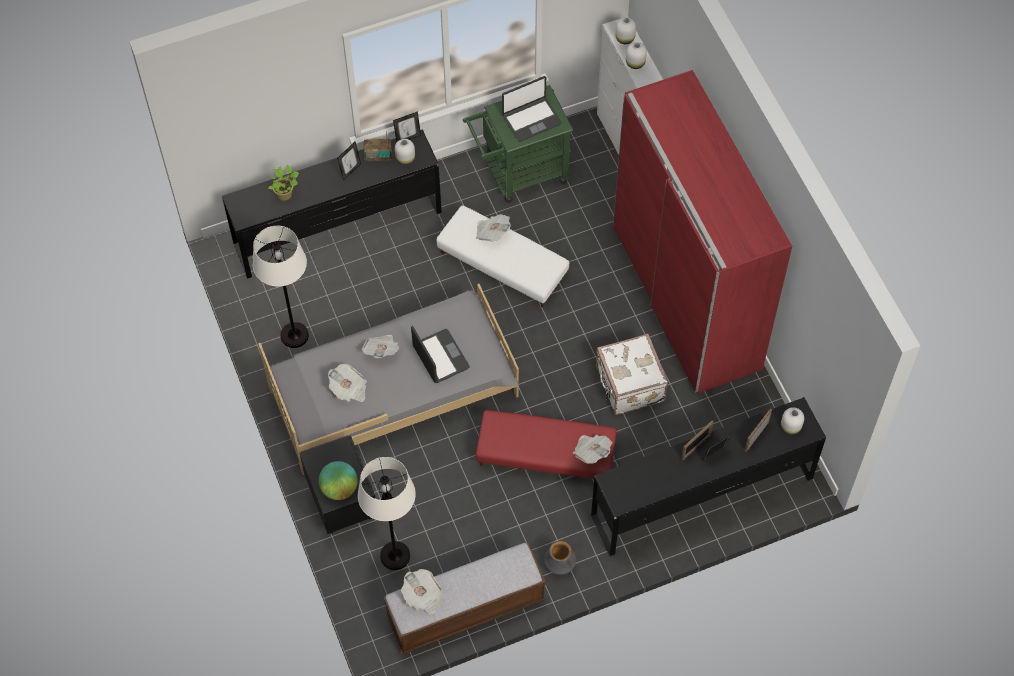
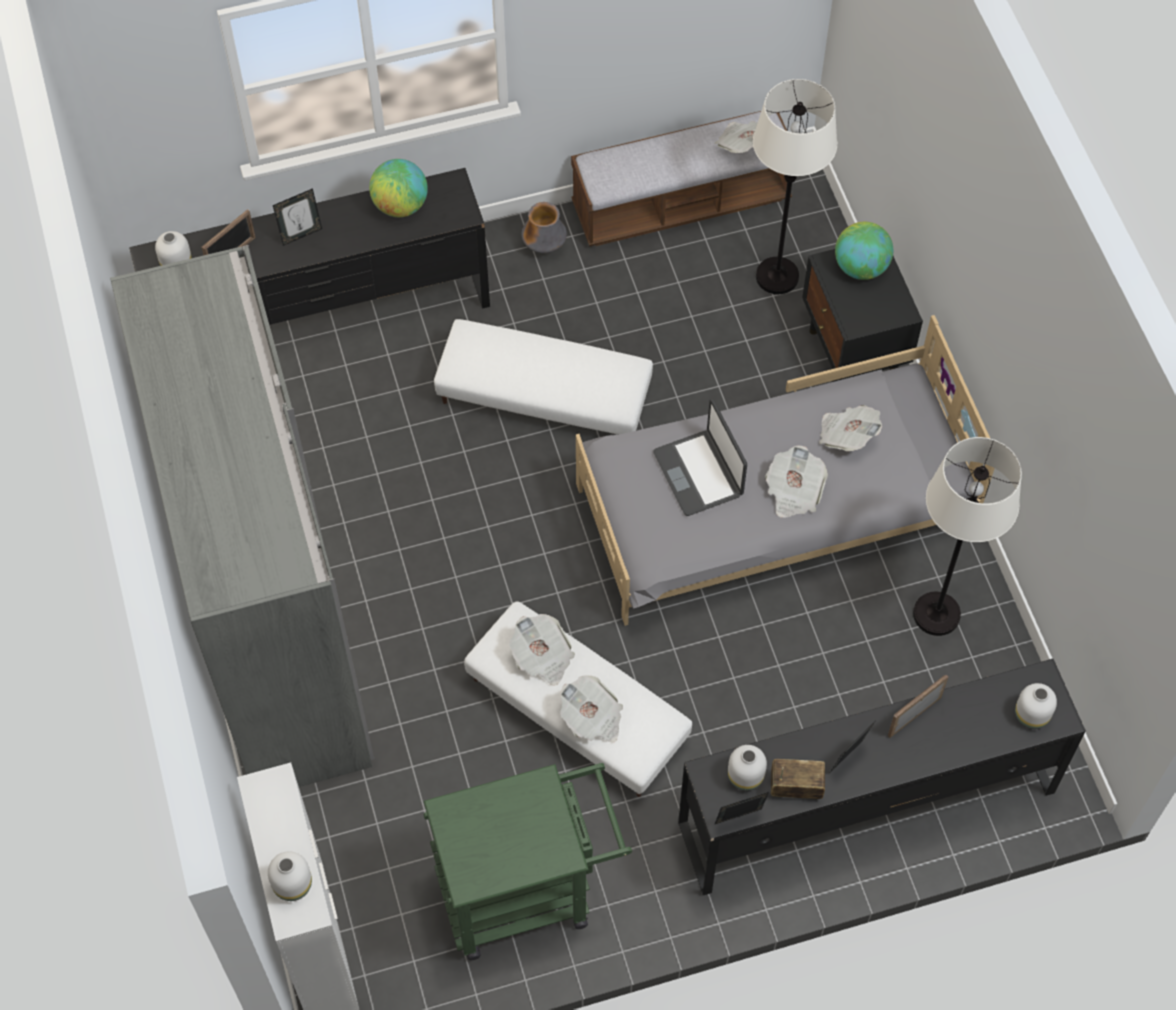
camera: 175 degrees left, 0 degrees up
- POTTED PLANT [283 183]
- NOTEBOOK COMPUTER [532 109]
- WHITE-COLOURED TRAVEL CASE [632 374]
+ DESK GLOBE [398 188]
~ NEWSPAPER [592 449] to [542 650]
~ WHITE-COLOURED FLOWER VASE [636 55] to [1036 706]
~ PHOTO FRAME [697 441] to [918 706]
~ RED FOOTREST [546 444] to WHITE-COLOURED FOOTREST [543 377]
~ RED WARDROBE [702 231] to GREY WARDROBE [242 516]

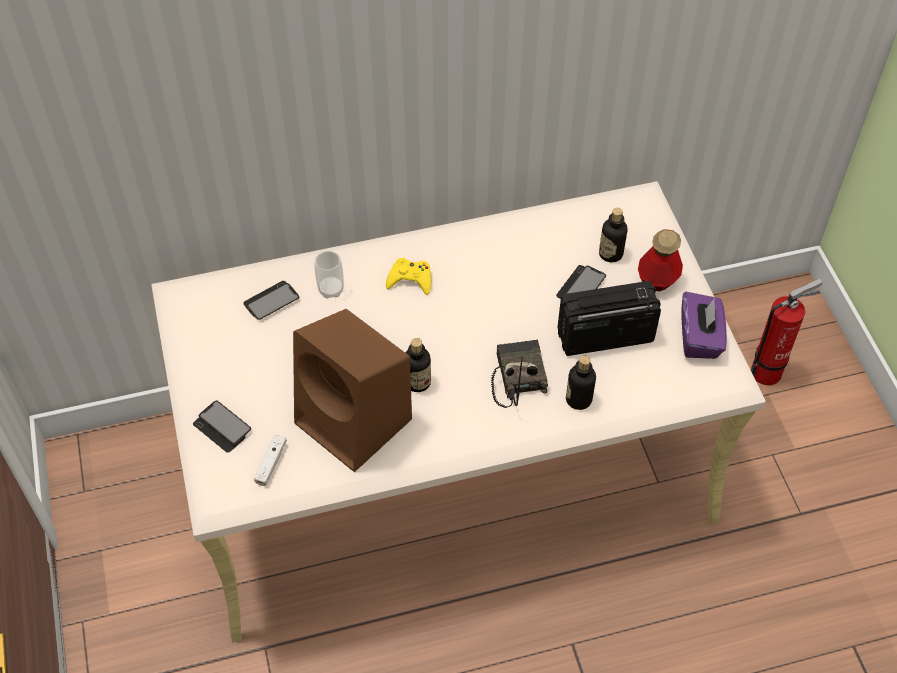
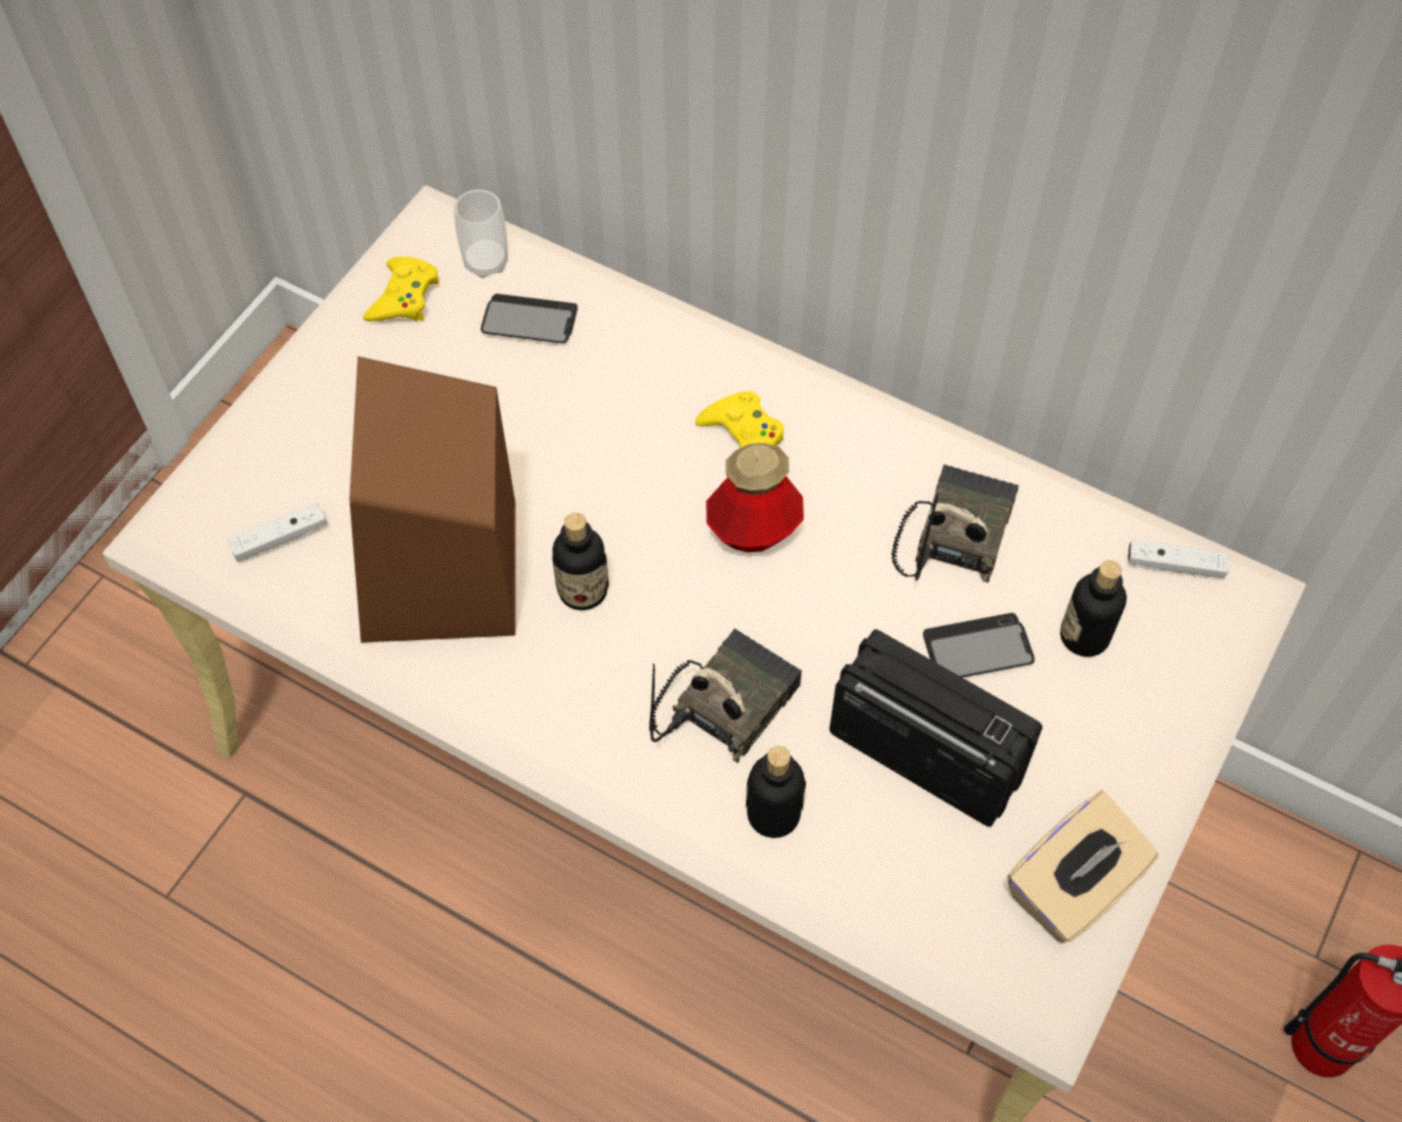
camera: 45 degrees right, 5 degrees up
- TELEPHONE [222 426]
+ YELLOW-COLOURED GAME CONTROLLER [401 289]
+ RADIO SET [955 524]
+ WHITE-COLOURED GAME CONTROLLER [1178 559]
~ CUP [329 274] to [481 234]
~ BEVERAGE BOTTLE [660 260] to [755 497]
~ PURPLE-COLOURED TISSUE BOX [704 325] to BEIGE-COLOURED TISSUE BOX [1083 866]

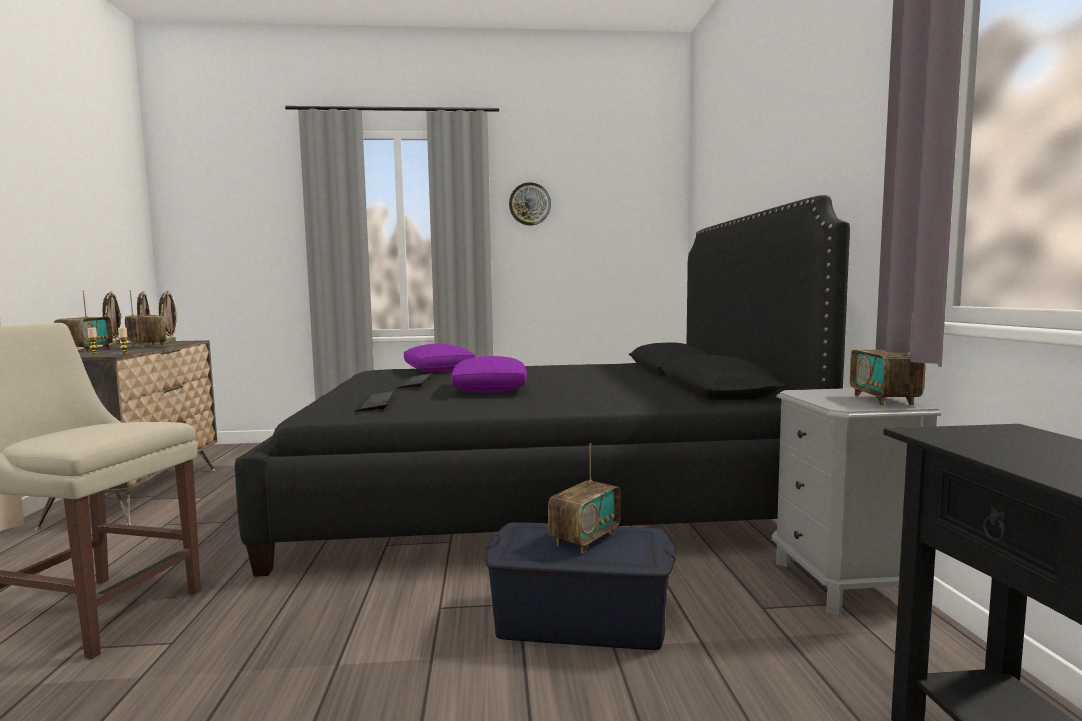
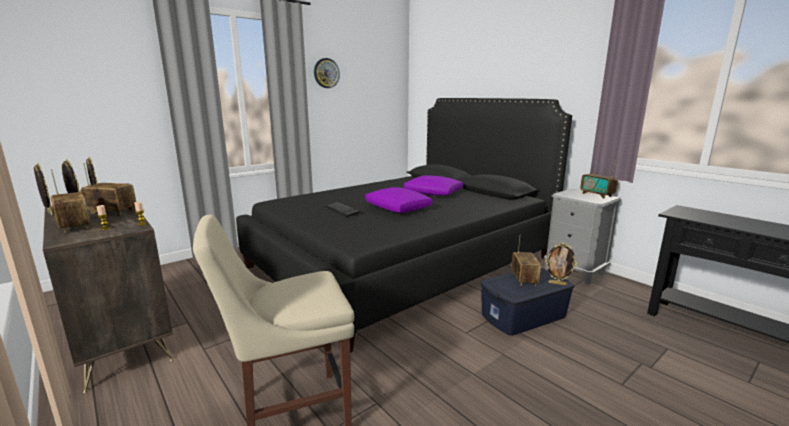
camera: 35 degrees left, 10 degrees up
- KEYBOARD [375 401]
+ PHOTO FRAME [561 264]
~ PURPLE-COLOURED PILLOW [439 358] to [433 185]

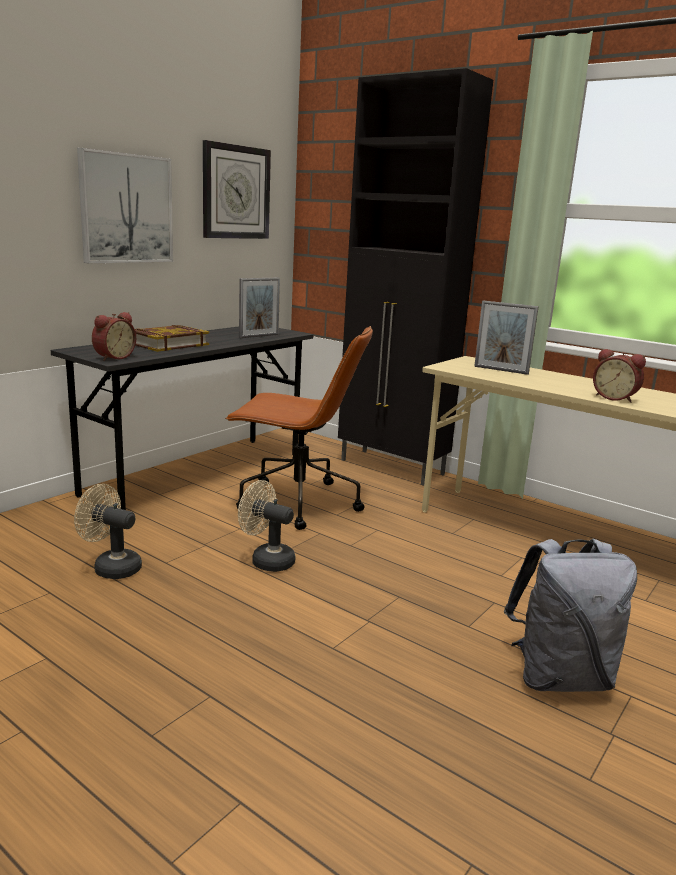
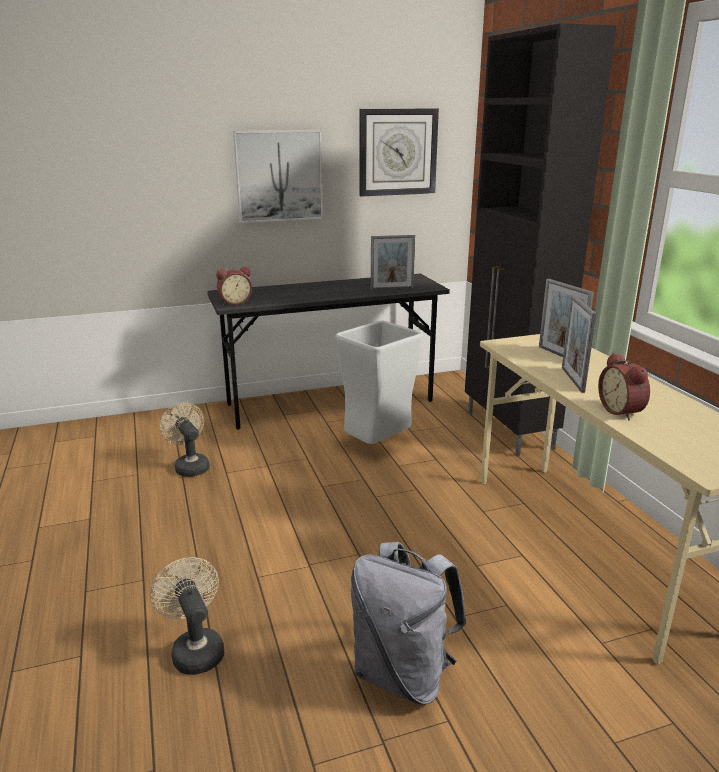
camera: 35 degrees right, 5 degrees up
- BOOK [172 338]
+ PHOTO FRAME [579 344]
~ BEIGE-COLOURED FAN [266 526] to [187 616]
~ BROWN-COLOURED OFFICE CHAIR [299 428] to GREY TRASH CAN [379 382]

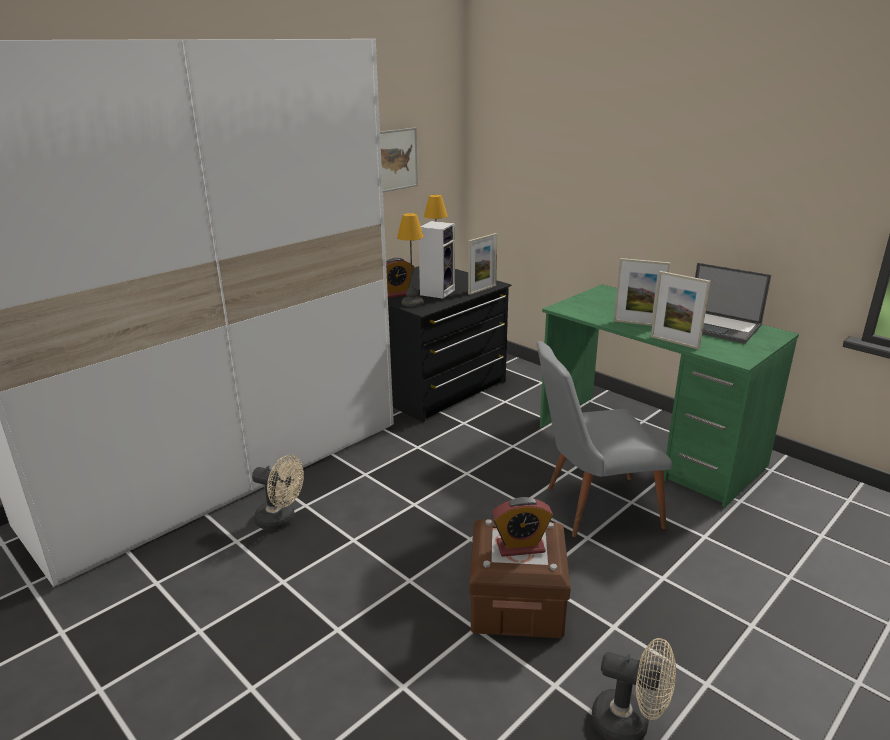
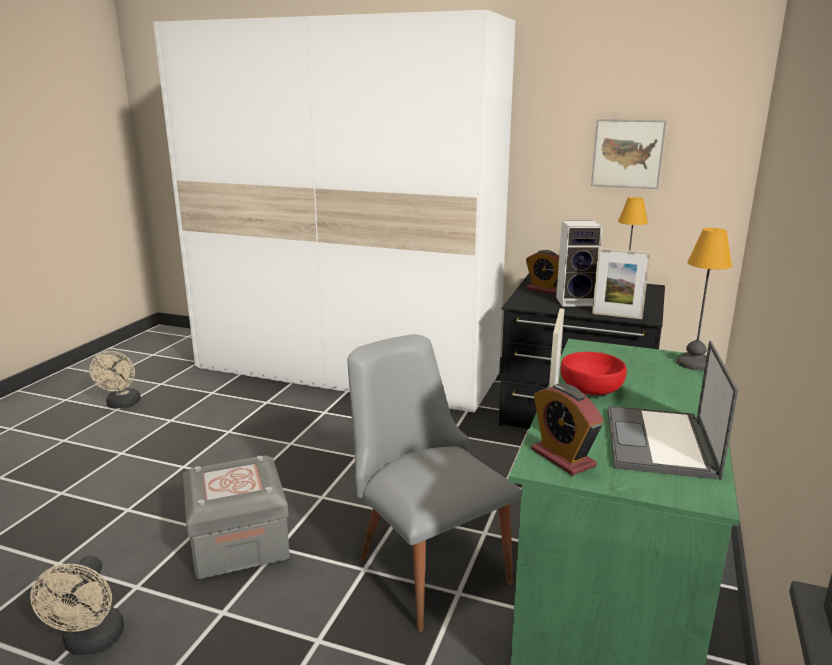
camera: 65 degrees right, 5 degrees down
~ BEIGE-COLOURED FAN [278 492] to [115 379]
~ LAMP FOR A TABLE [410 260] to [704 299]
~ BEDSIDE CLOCK [522 527] to [567 429]
~ PHOTO FRAME [642 292] to RED DEEP DISH [594 373]
~ BROWN-COLOURED STORAGE BOX [520 578] to GREY STORAGE BOX [236 517]

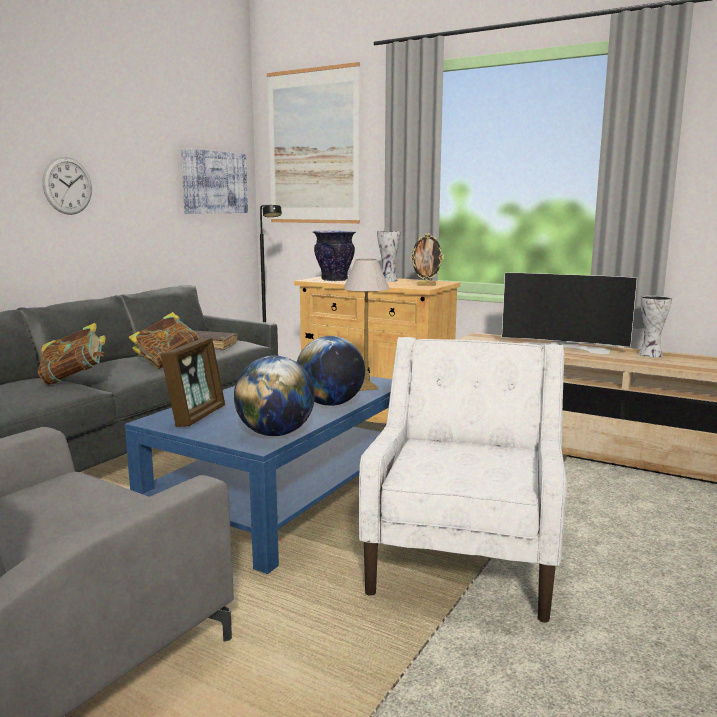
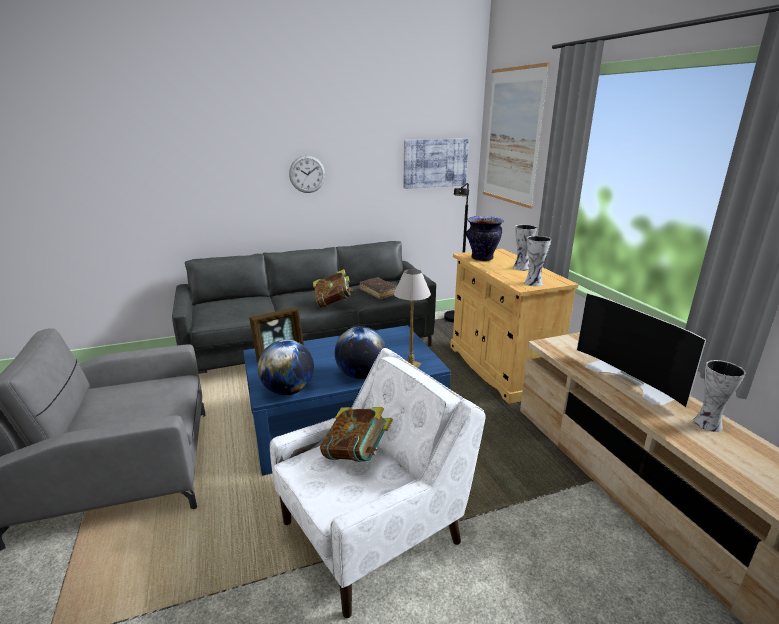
camera: 40 degrees right, 10 degrees up
~ BOOK [72 354] to [356 434]
~ PHOTO FRAME [427 259] to FLOWER VASE [537 261]

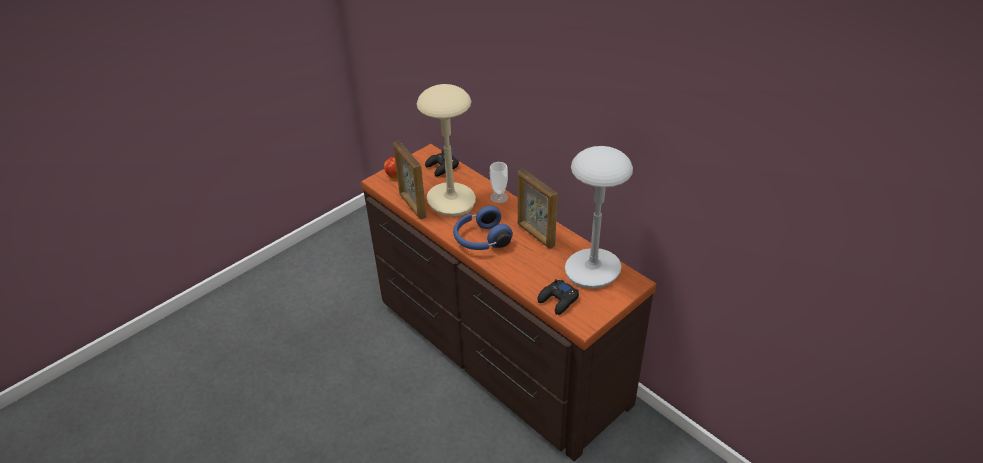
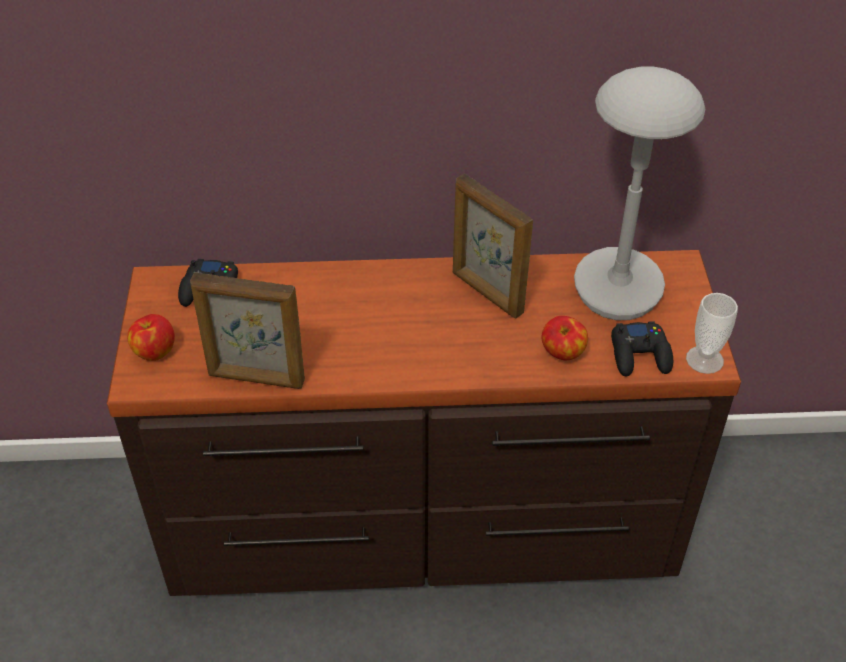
camera: 50 degrees left, 5 degrees up
- BEIGE-COLOURED LAMP FOR A TABLE [446 150]
- BLUE-COLOURED PAIR OF HEADPHONES [483 228]
+ APPLE [564 338]
~ CUP [499 182] to [712 333]
~ PHOTO FRAME [538 209] = [493 246] 45 degrees clockwise

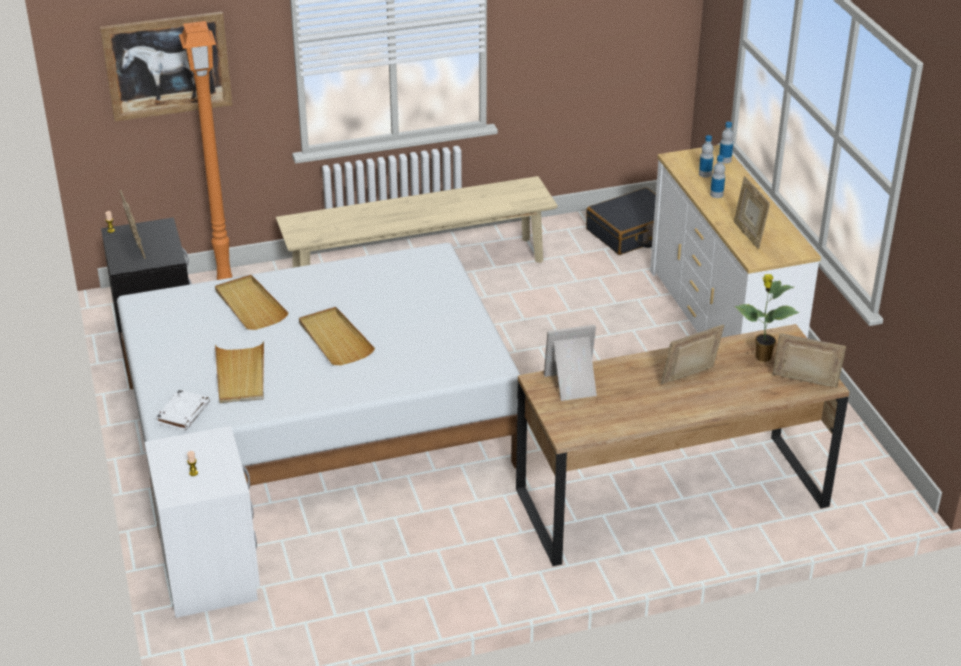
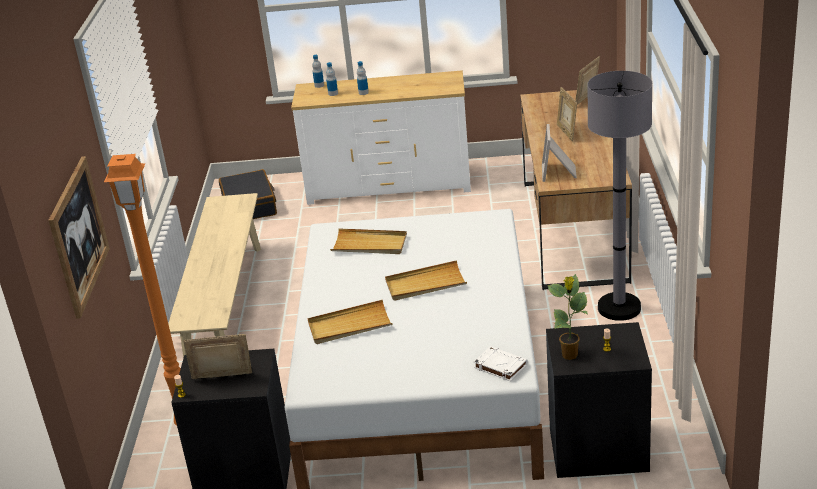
camera: 70 degrees left, 5 degrees down
- PHOTO FRAME [752 213]
+ GREY FLOOR LAMP [619 196]
~ BEIGE-COLOURED TRAY [239 372] to [368 241]
~ POTTED PLANT [767 318] to [567 317]
~ WHITE-COLOURED NIGHT TABLE [202 522] to BLACKISH NIGHT TABLE [599 400]

